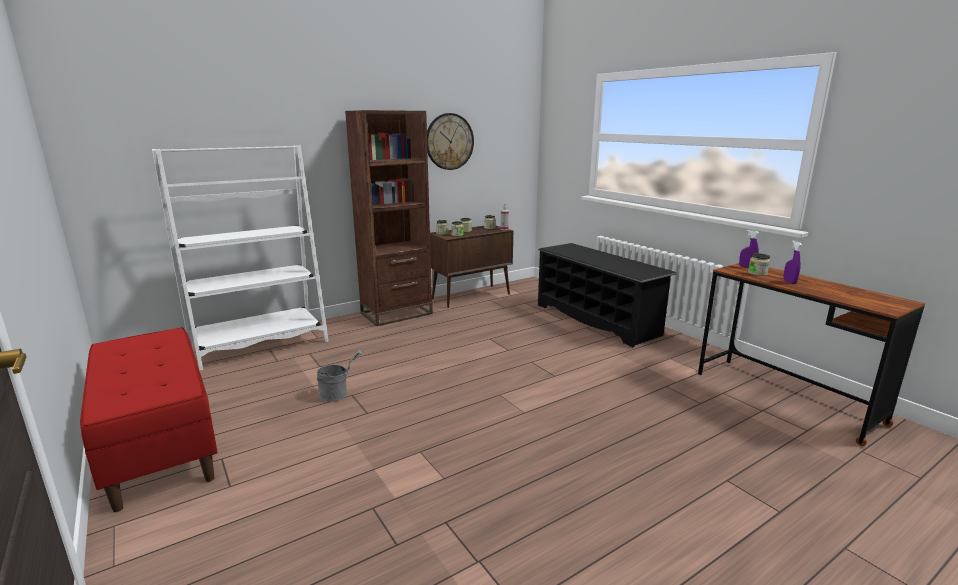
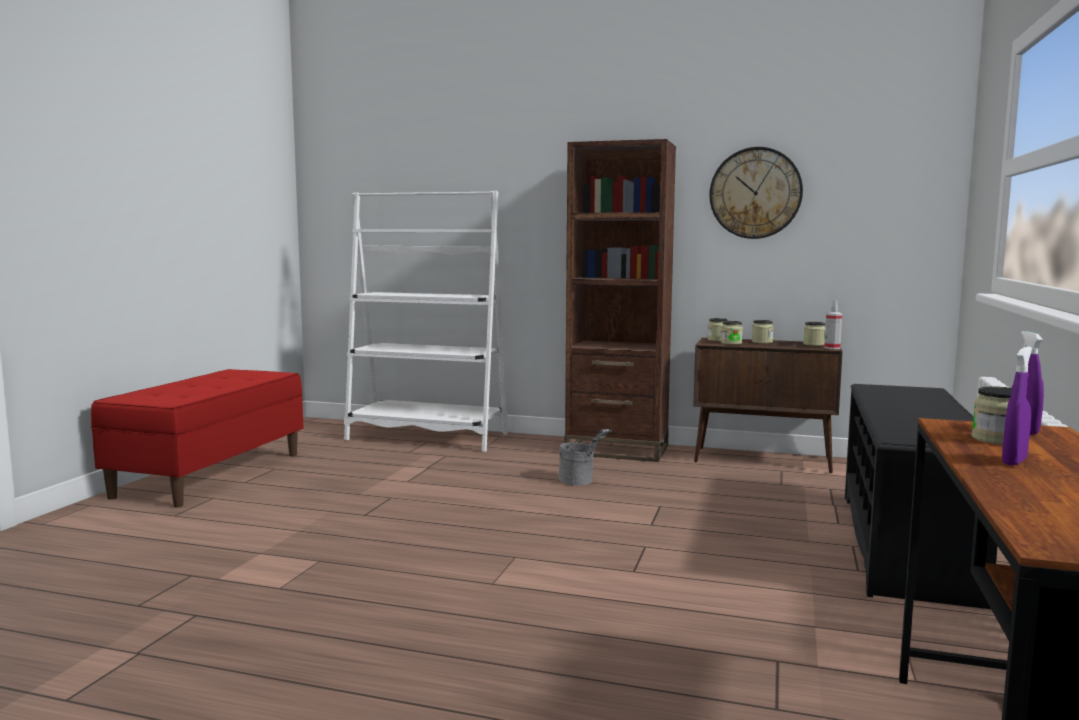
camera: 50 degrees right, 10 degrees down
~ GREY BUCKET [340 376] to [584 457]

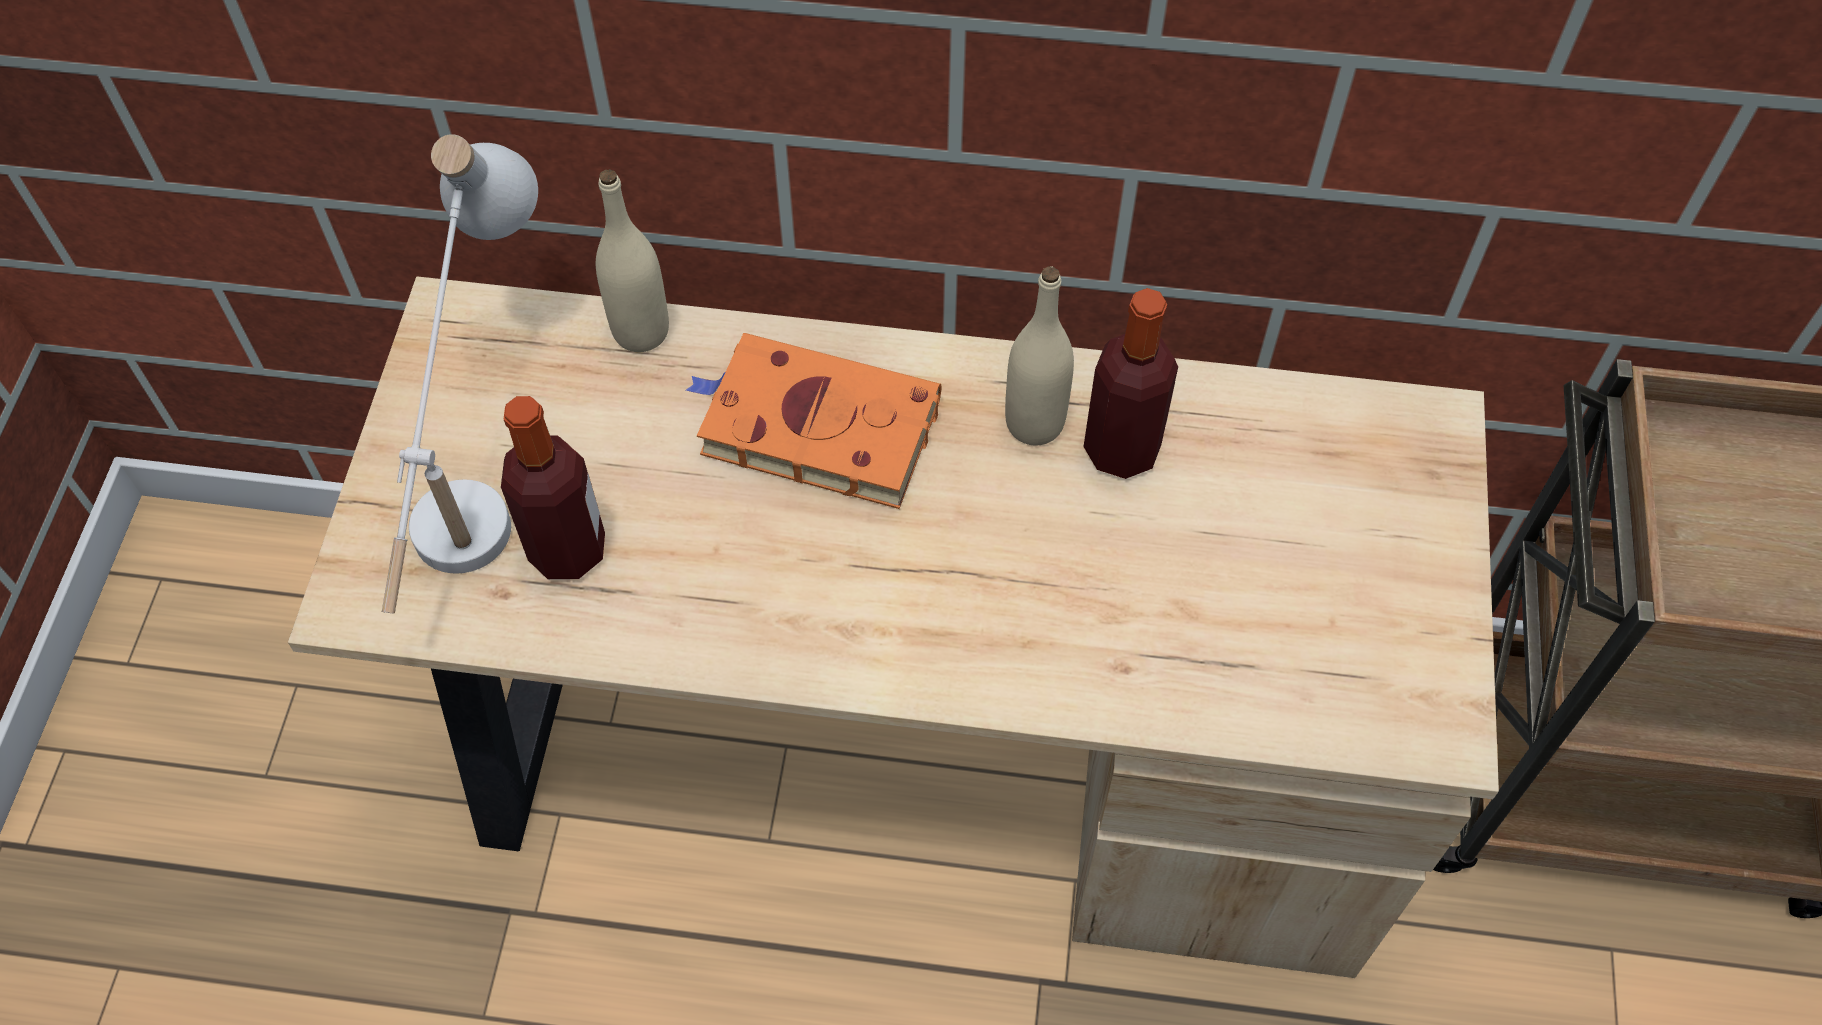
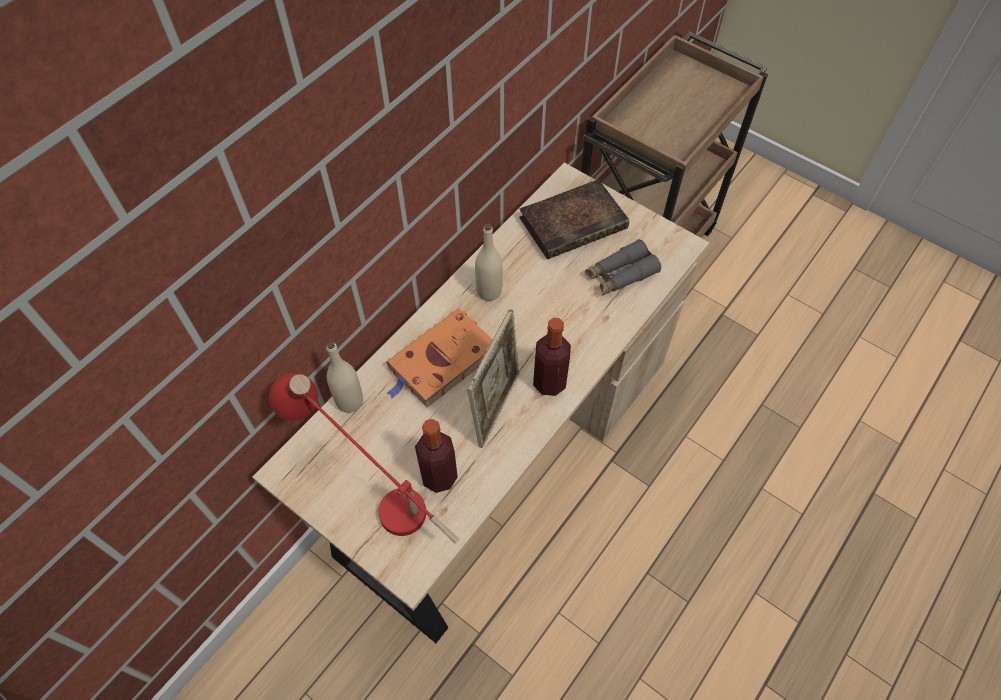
camera: 60 degrees left, 0 degrees up
+ PHOTO FRAME [493 378]
+ BOOK [574 219]
+ GREY PAIR OF BINOCULARS [623 267]
~ BEVERAGE BOTTLE [1130 383] to [552 357]
~ WHITE-COLOURED LAMP FOR A TABLE [460 374] to RED LAMP FOR A TABLE [364 458]

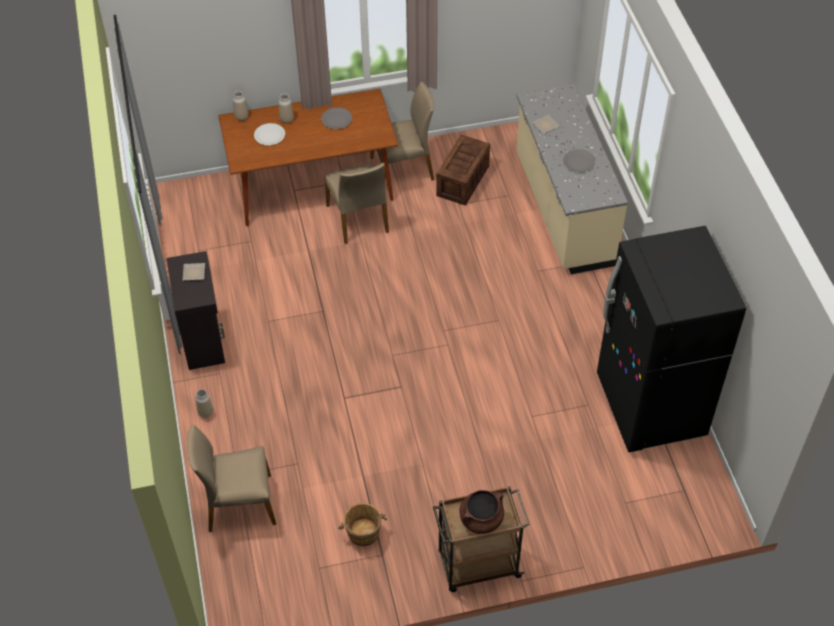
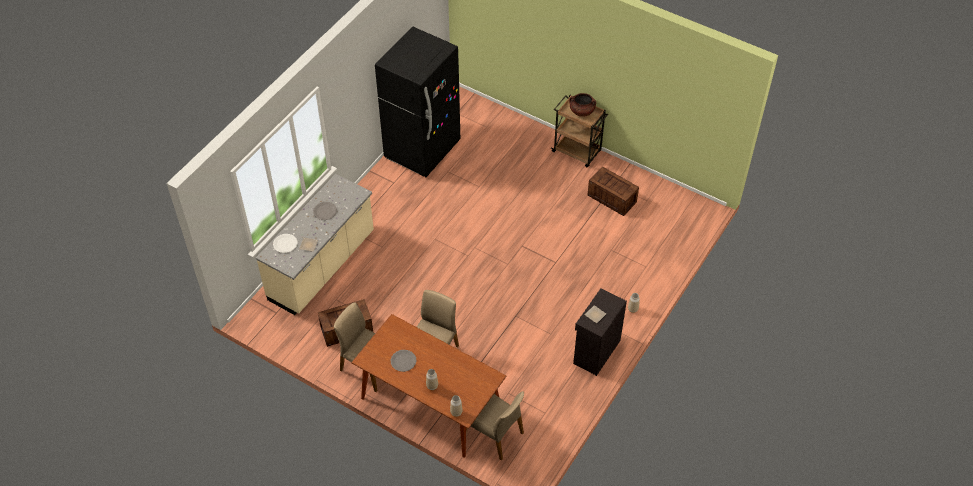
camera: 135 degrees left, 0 degrees up
~ BEIGE-COLOURED PLAIN CHAIR [231 478] to [495 426]
~ WHITE-COLOURED DINNER PLATE [269 134] to [285 243]
~ BROWN-COLOURED BUCKET [362 524] to PACKING CRATE [613 191]

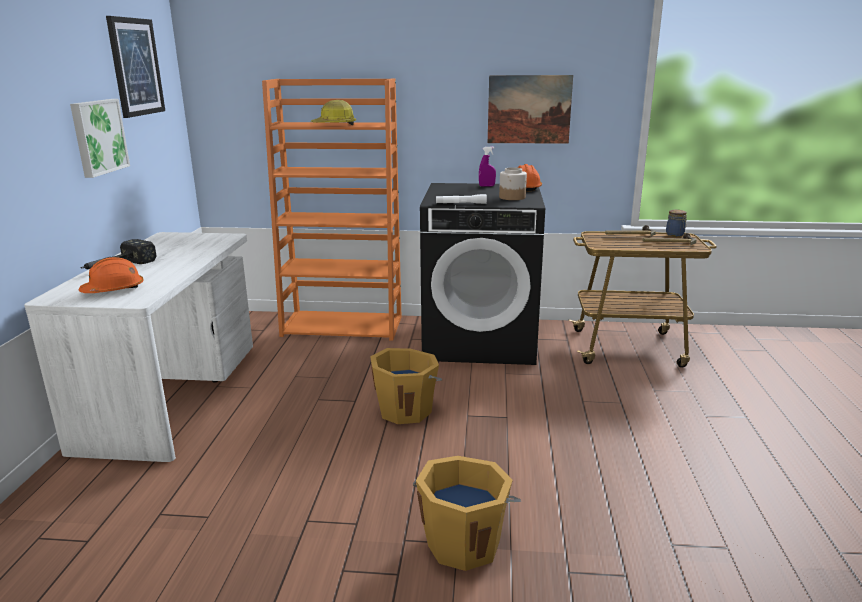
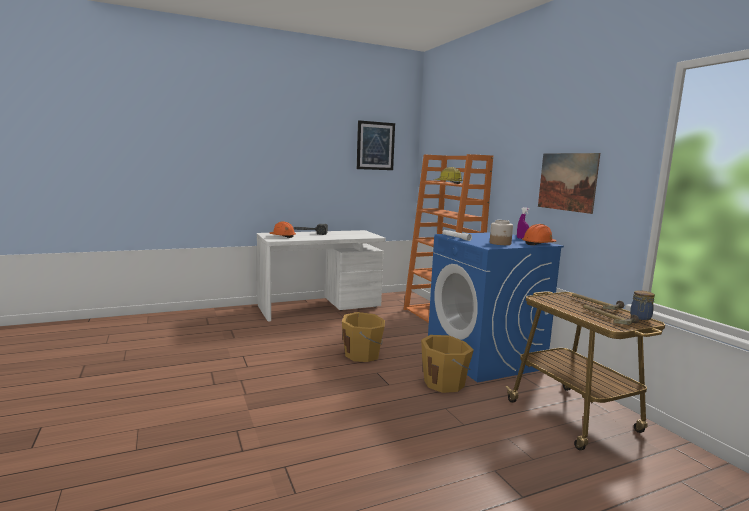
camera: 60 degrees right, 10 degrees down
- WALL ART [100 138]
~ ORANGEY BUCKET [467 513] to [447 364]
~ BLACKISH LAUNDRY APPLIANCE [482 274] to BLUE-COLOURED LAUNDRY APPLIANCE [496 307]

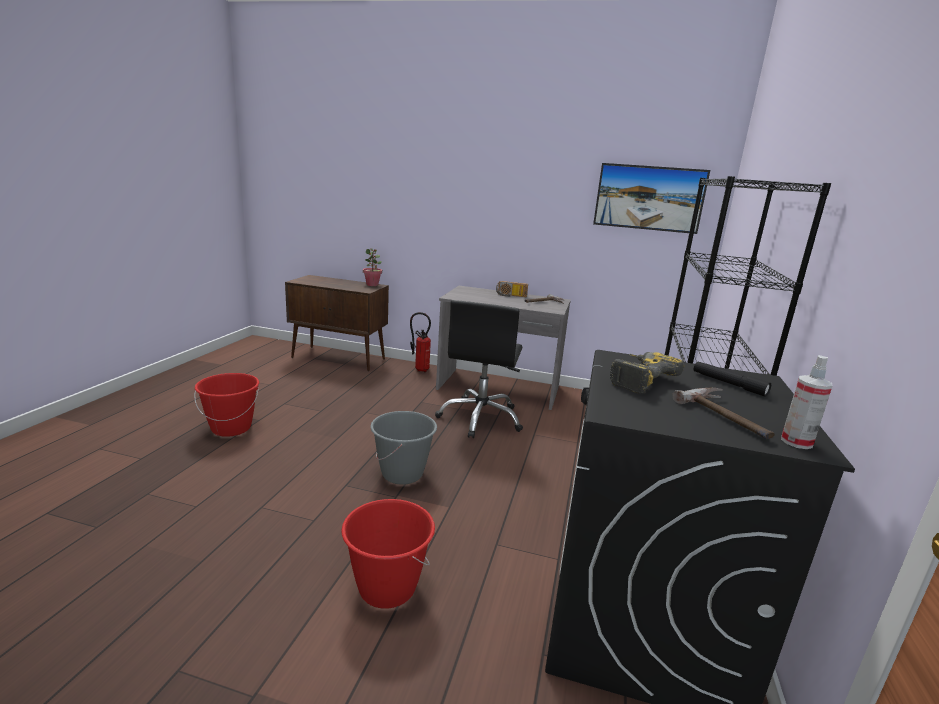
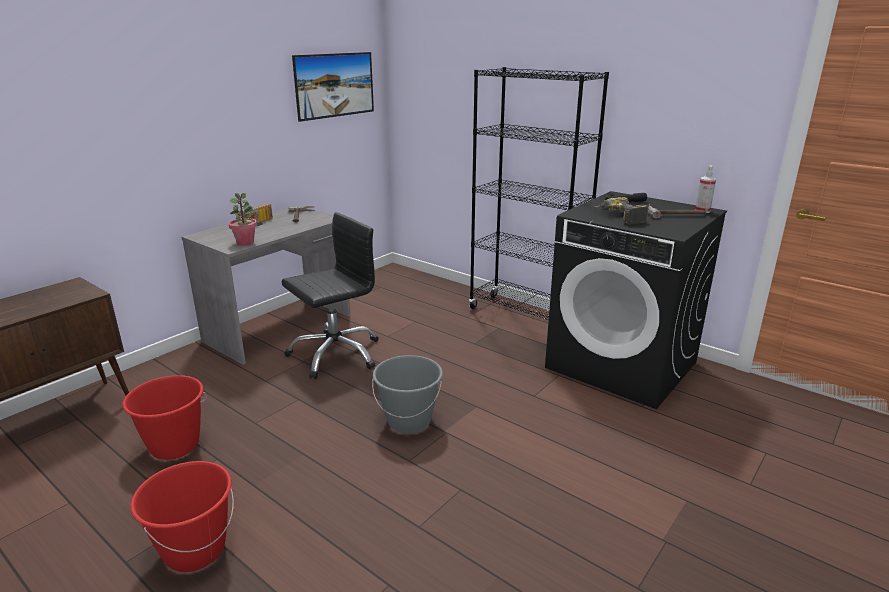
camera: 65 degrees left, 5 degrees up
- FIRE-FIGHTING CYLINDER [420 342]
~ RED BUCKET [388 554] to [164 417]
~ POTTED PLANT [372 267] to [243 219]
~ BLACKISH OFFICE CHAIR [479 369] = [330 295] 75 degrees counterclockwise

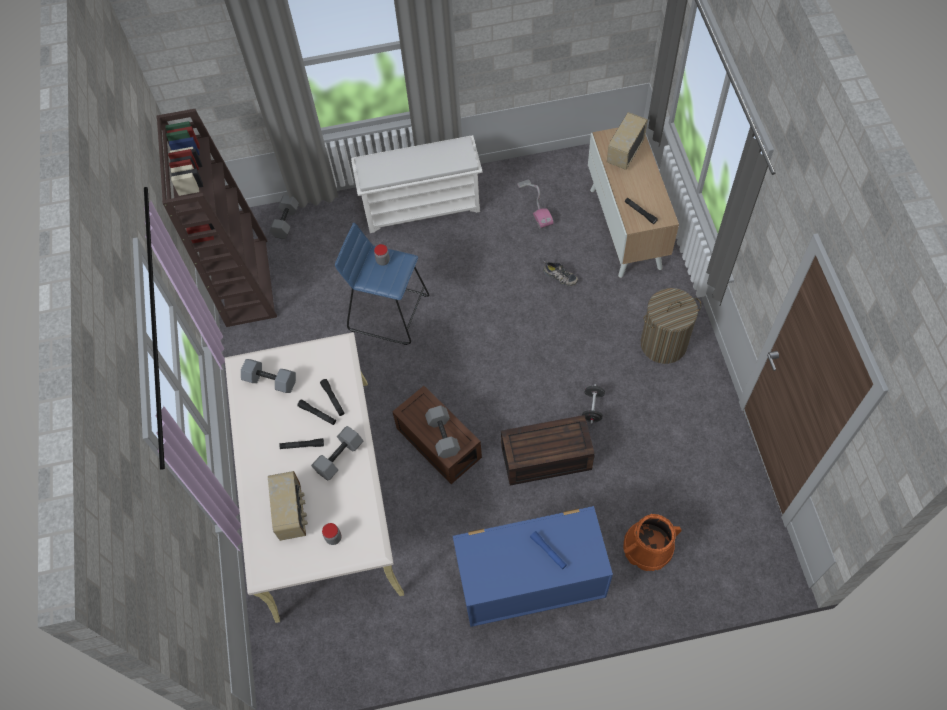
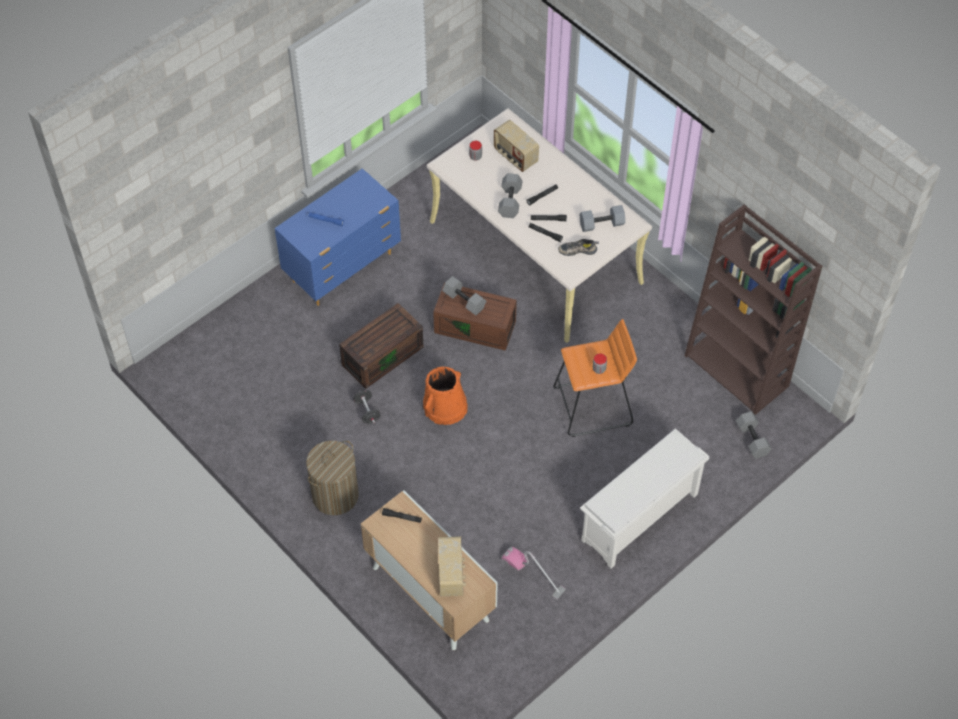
camera: 145 degrees right, 5 degrees down
~ SHOE [560 273] to [578 247]
~ ORANGEY BUCKET [652 542] to [445 396]
~ BLUE-COLOURED SITTING STOOL [382 284] to ORANGEY SITTING STOOL [595 378]

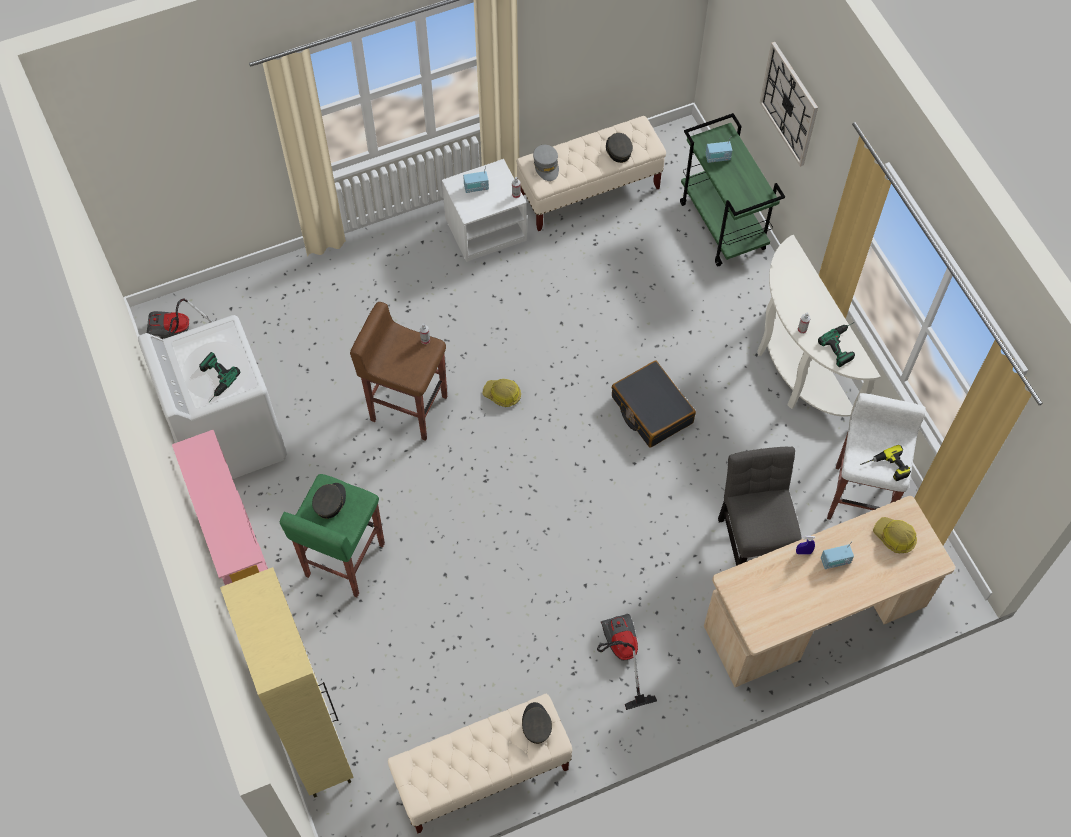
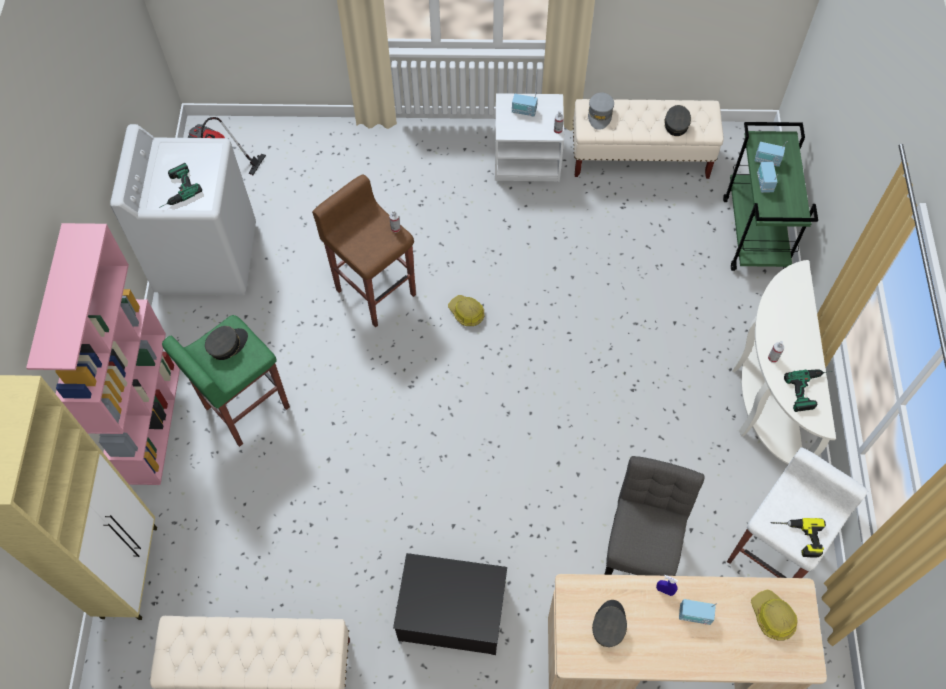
camera: 25 degrees right, 0 degrees up
- BLACKISH TRAVEL CASE [654 404]
- HANGING CLOCK [789 104]
+ RADIO SET [767 177]
~ GREY PEAKED CAP [537 723] to [609 623]
~ VACUUM [627 662] to STORAGE BOX [450 604]

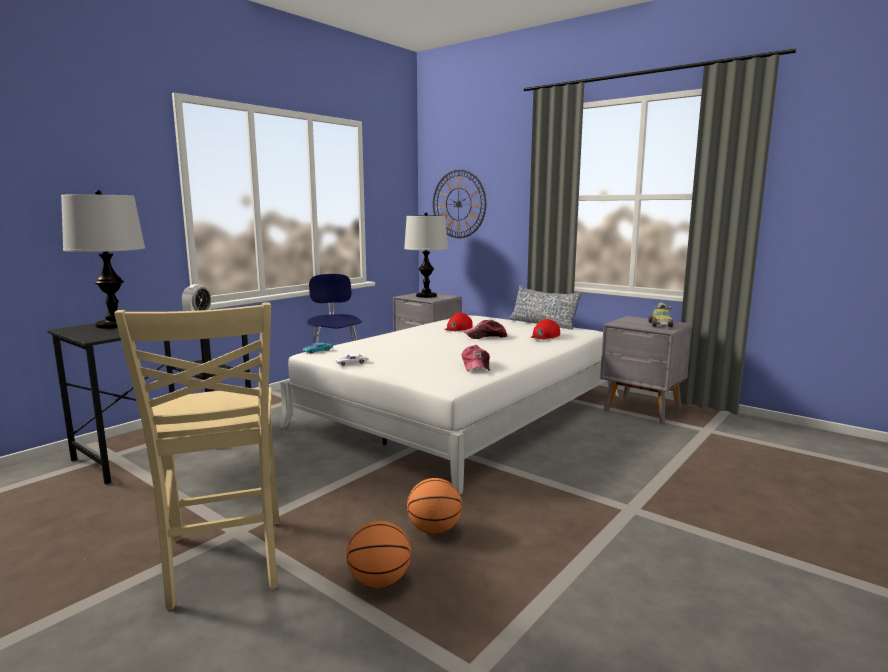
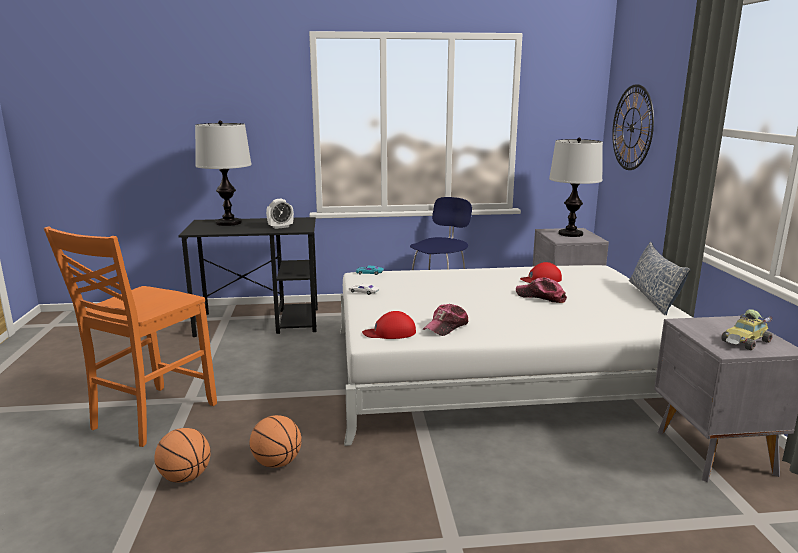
camera: 45 degrees right, 5 degrees up
~ RED PEAKED CAP [545 329] to [389 325]
~ BEIGE-COLOURED PLAIN CHAIR [196 456] to ORANGEY PLAIN CHAIR [130 336]

